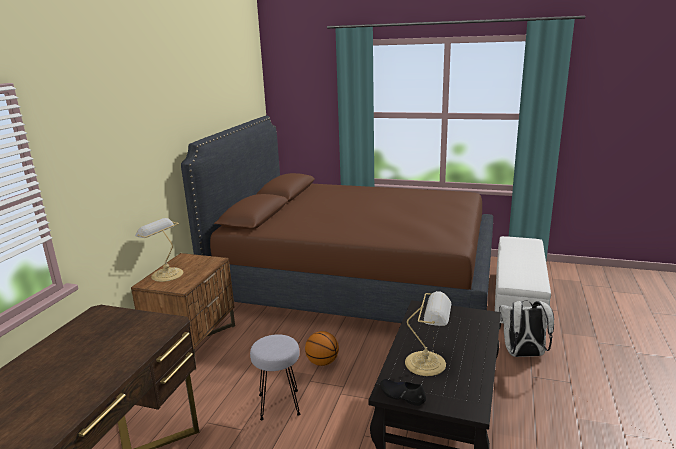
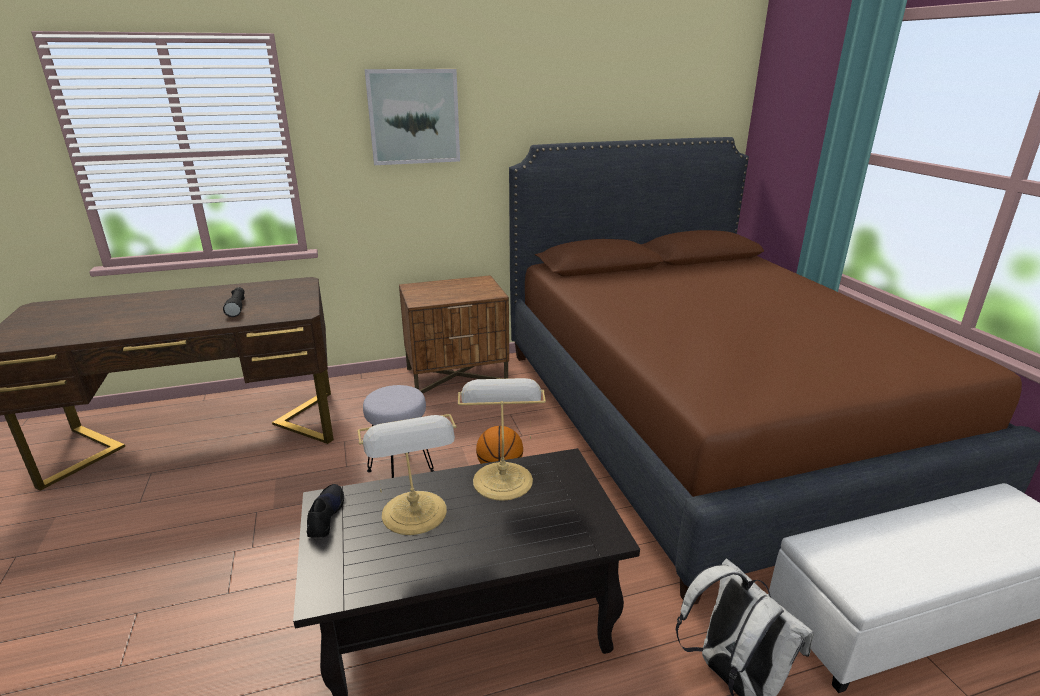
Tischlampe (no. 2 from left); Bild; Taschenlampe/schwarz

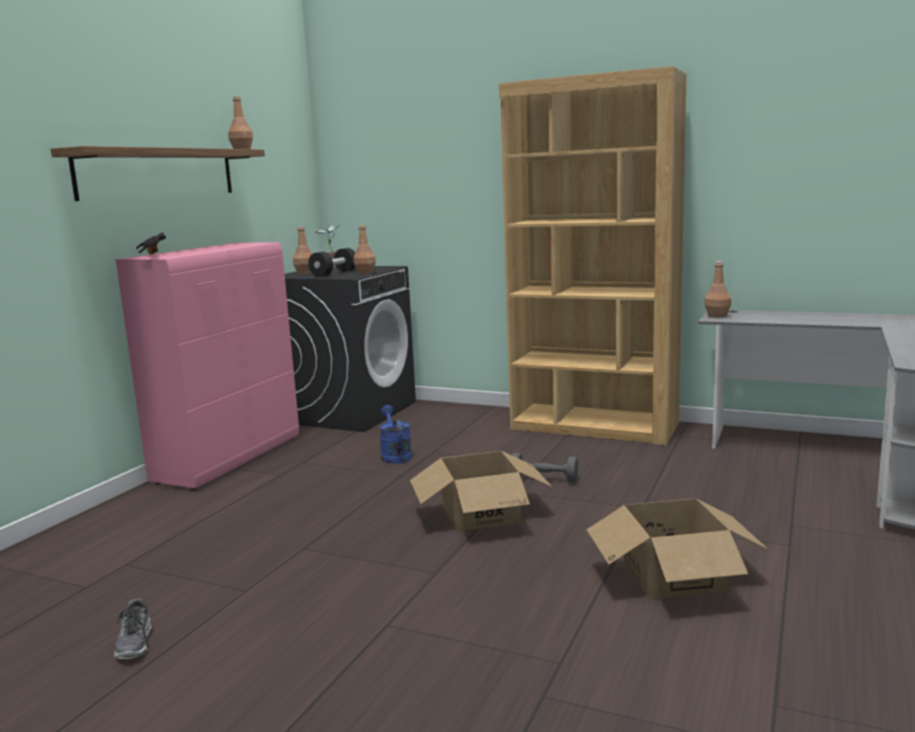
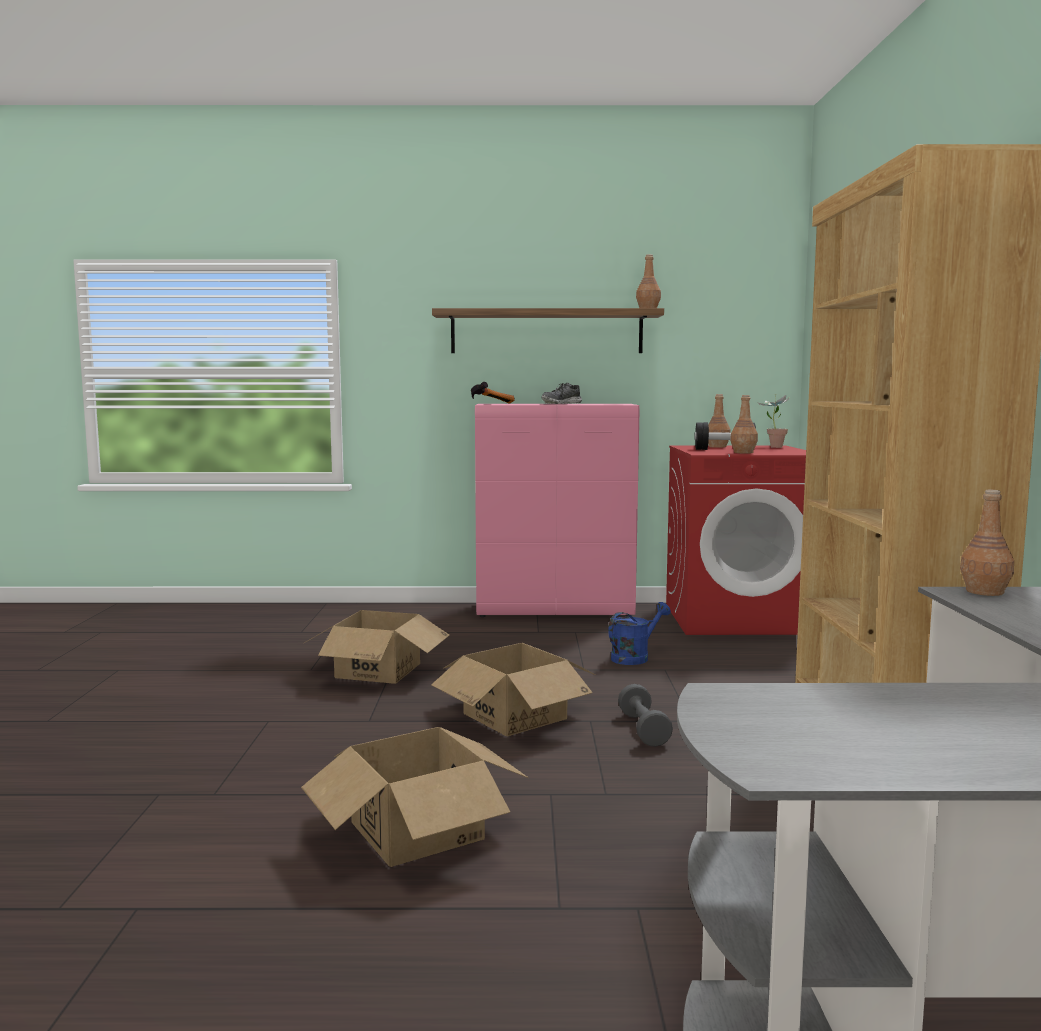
Waschmaschine/rot; Schuh; Karton (no. 1 from left)

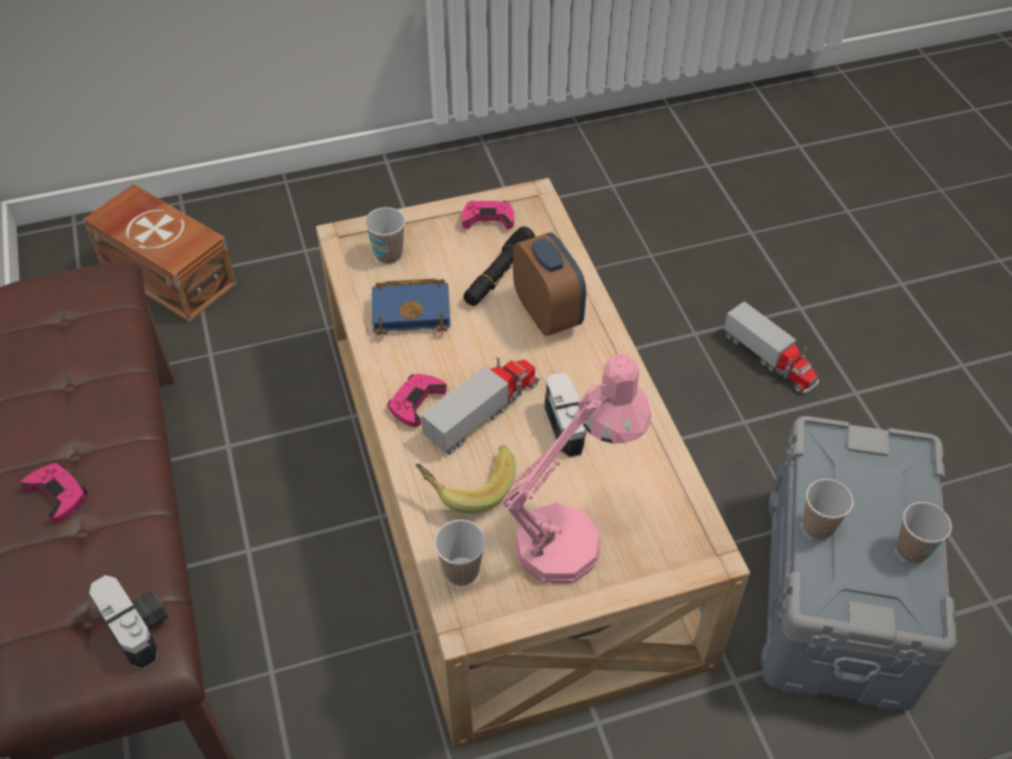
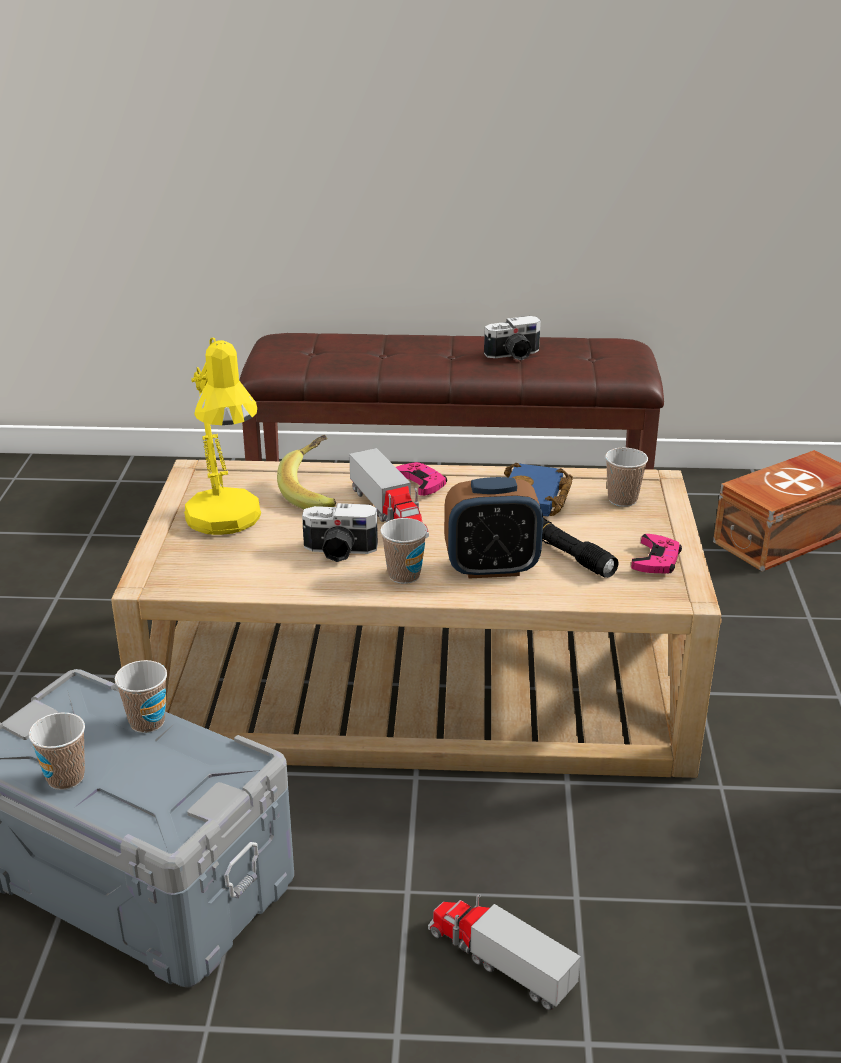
Spielzeuglaster (no. 2 from left); Tischlampe/gelb; Gamepad/rosa (no. 1 from left in the first image); Tasse (no. 3 from left); Kamera (no. 2 from left)

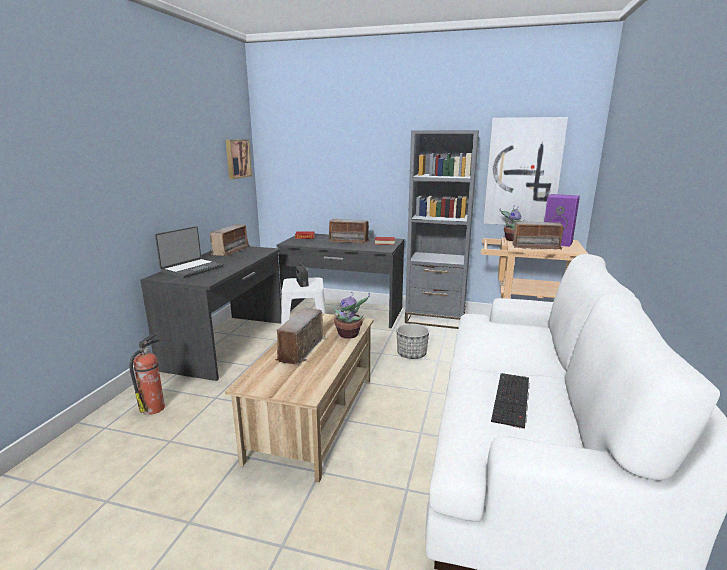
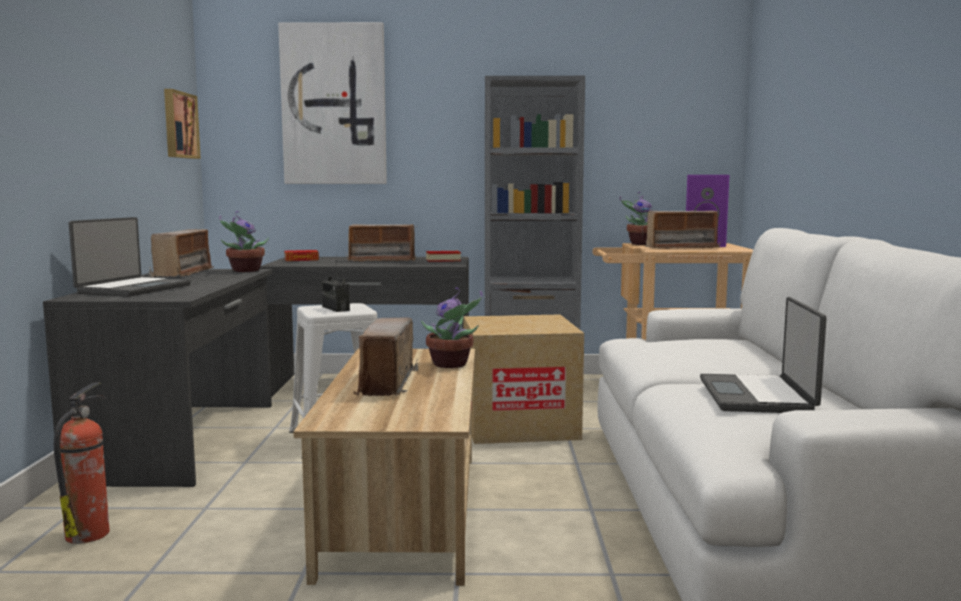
Bild (no. 2 from left); Karton; Laptop (no. 2 from left); Topfpflanze (no. 1 from left)

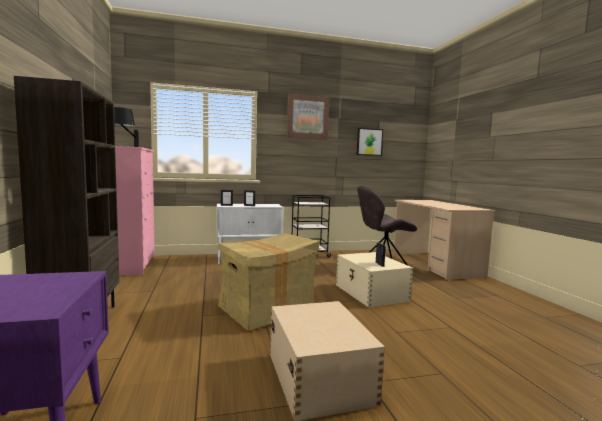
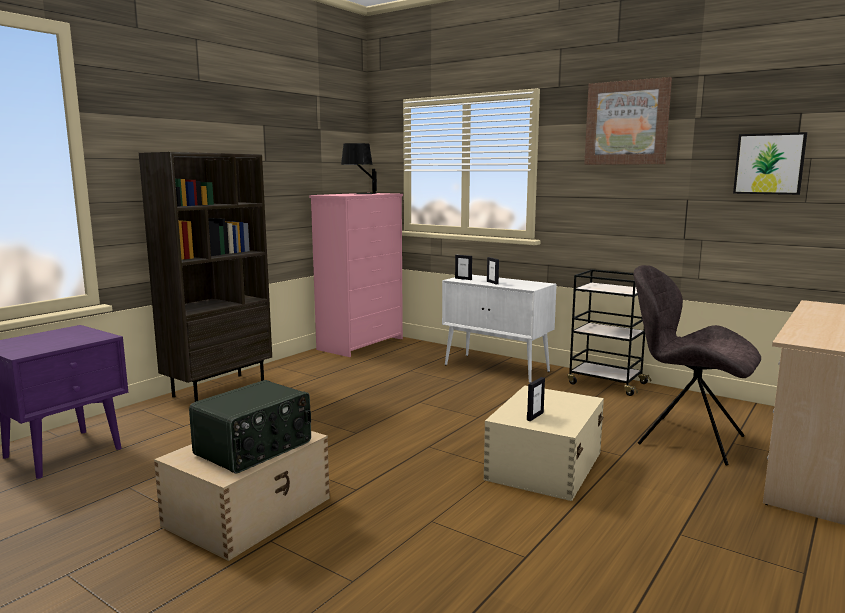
Karton; Radio

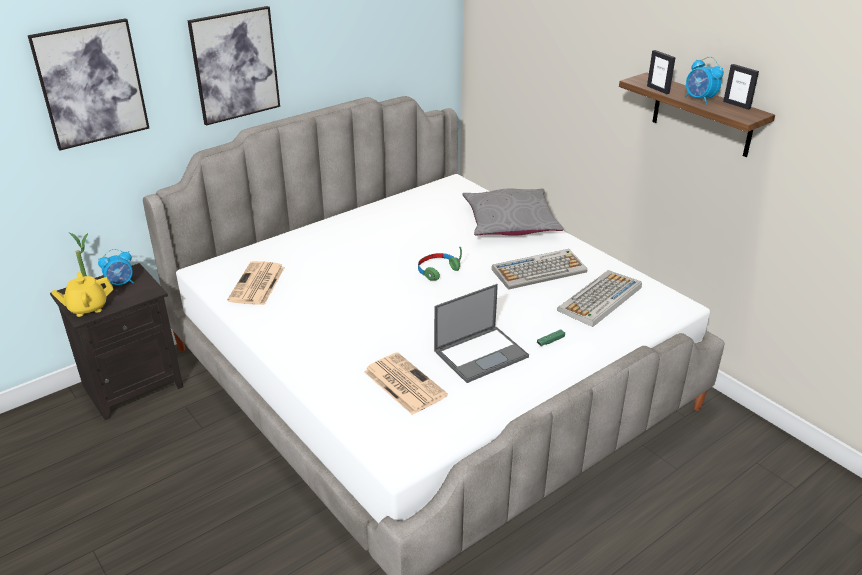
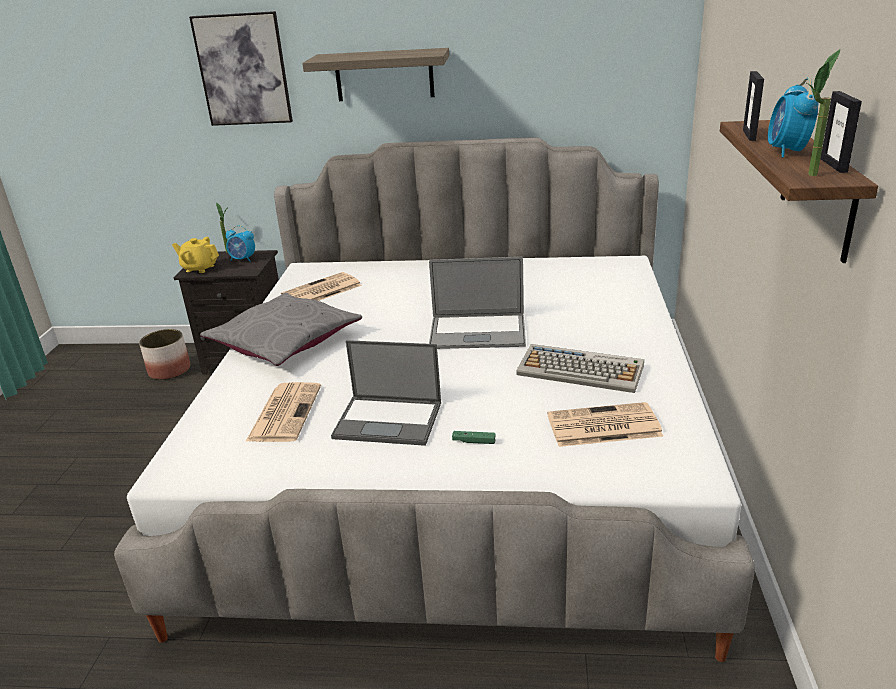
Wandregal (no. 1 from left); Kissen/grau; Laptop (no. 2 from left); Zeitung (no. 3 from left); Topfpflanze (no. 2 from left); Pflanzkübel

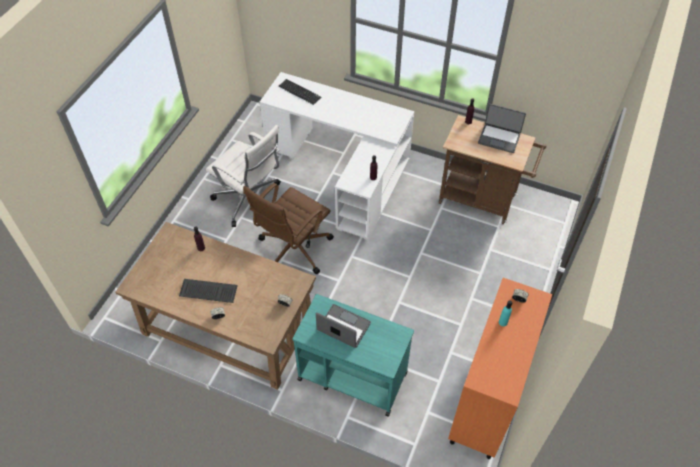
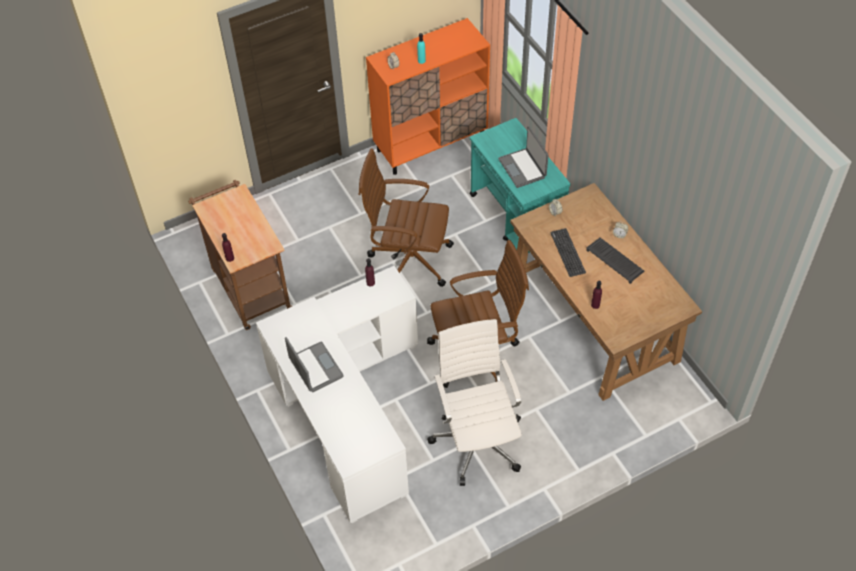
Tastatur (no. 1 from left); Laptop (no. 1 from left); Bürostuhl/braun (no. 1 from left)

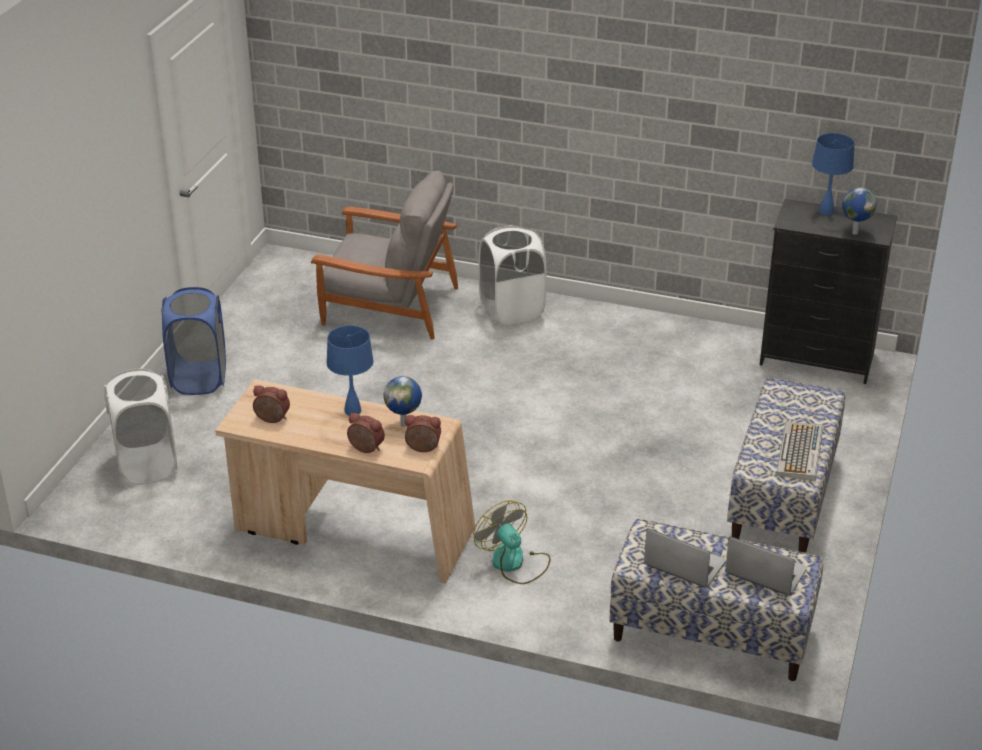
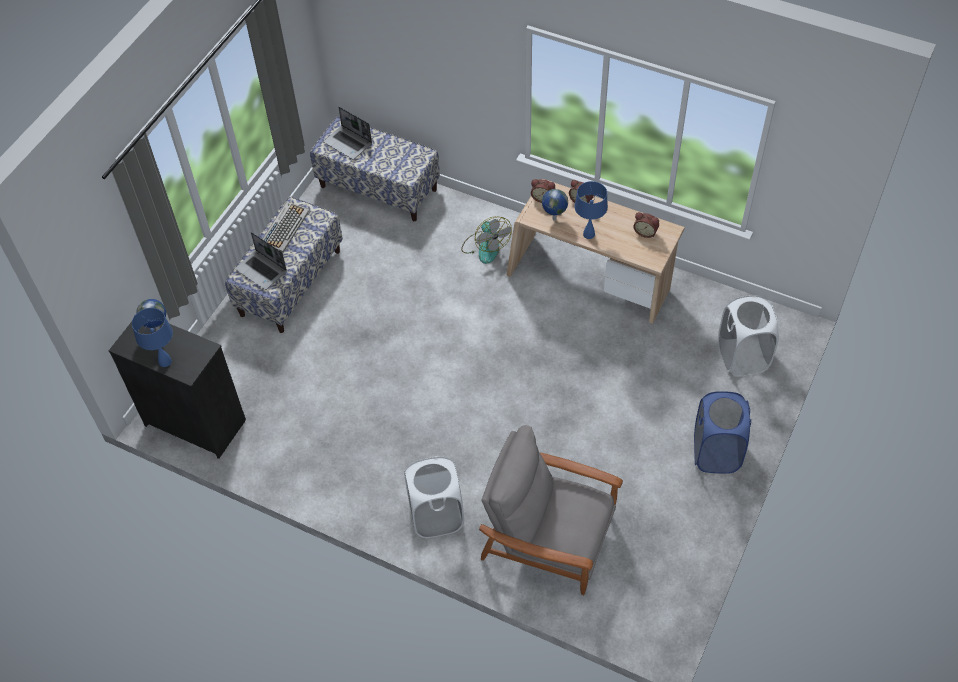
Laptop (no. 1 from left)

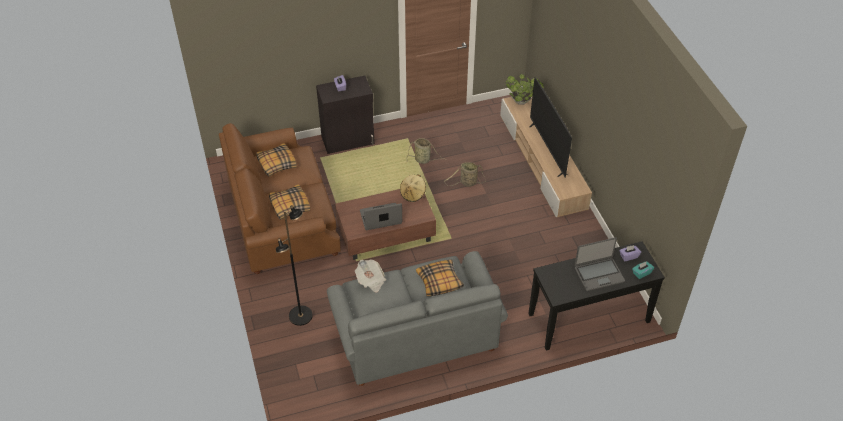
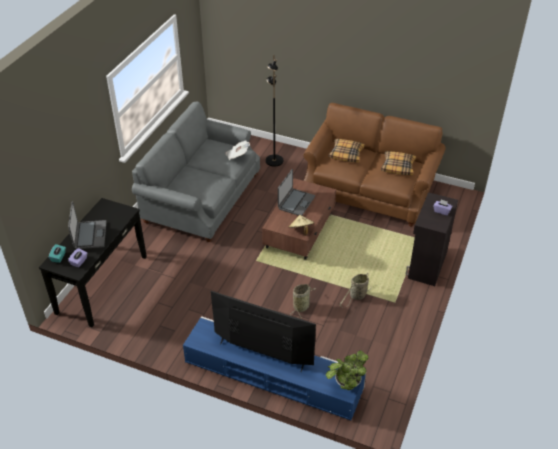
Fernsehschrank/blau; Laptop (no. 1 from left); Kissen (no. 3 from left in the first image)

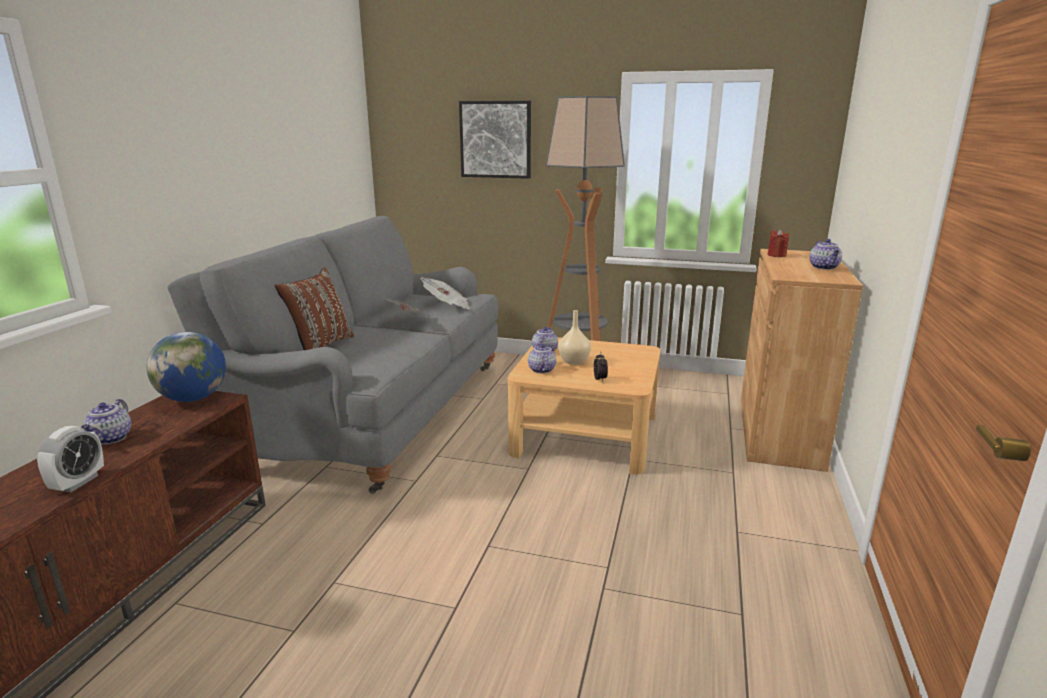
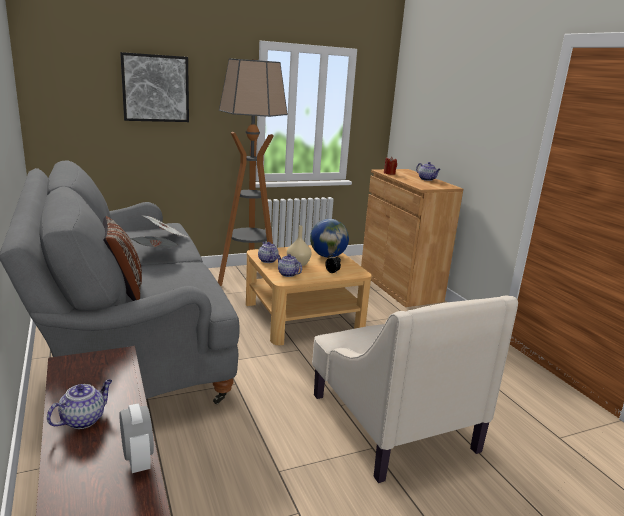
Globus; Teekanne (no. 1 from left); Sessel/beige

